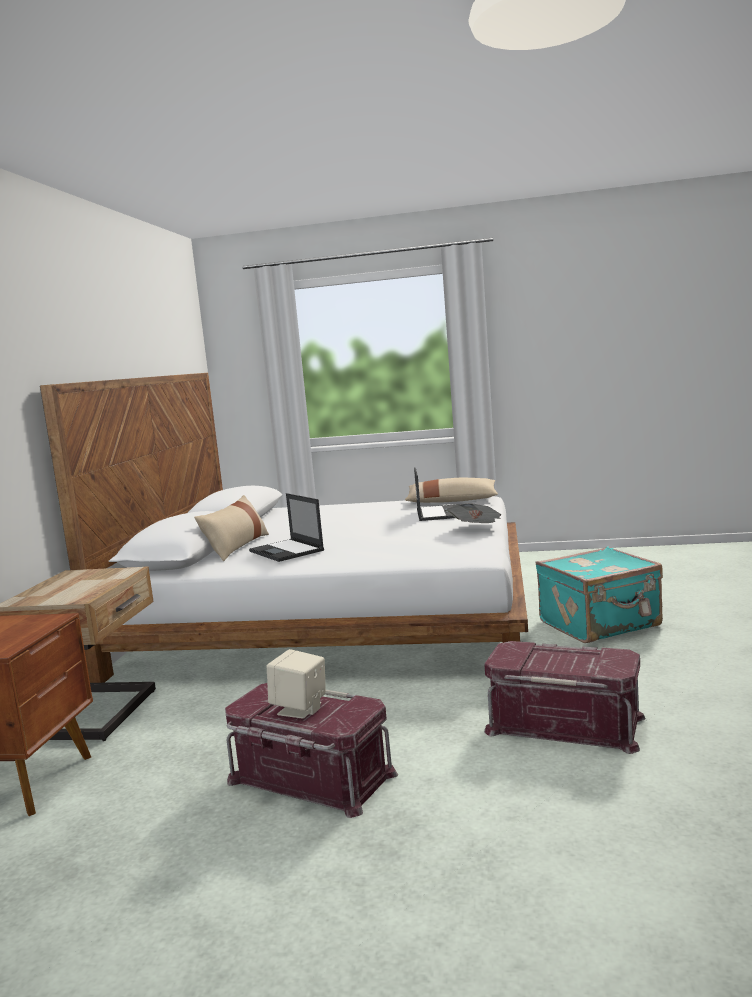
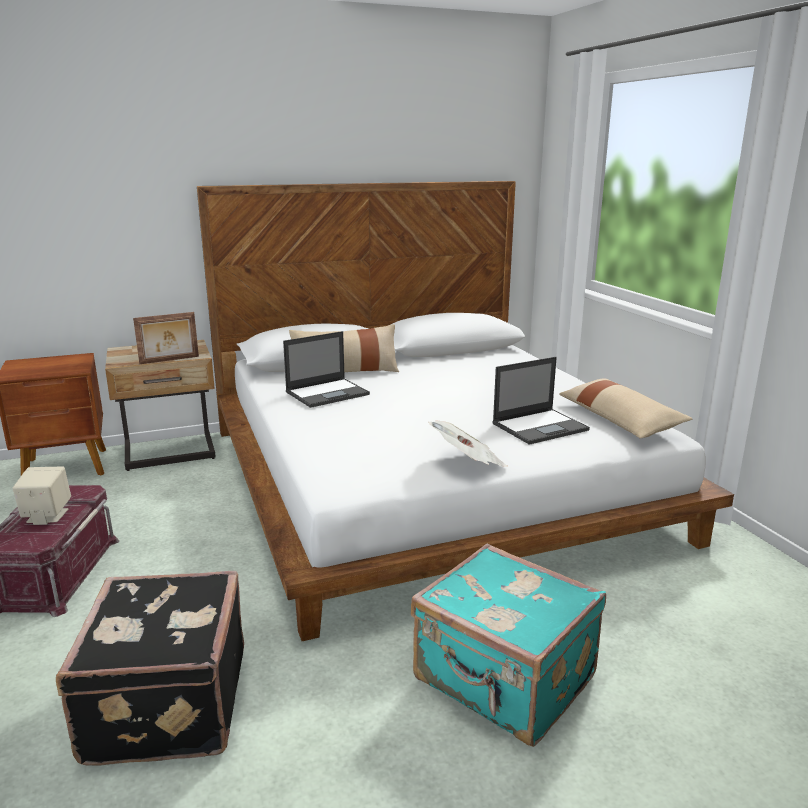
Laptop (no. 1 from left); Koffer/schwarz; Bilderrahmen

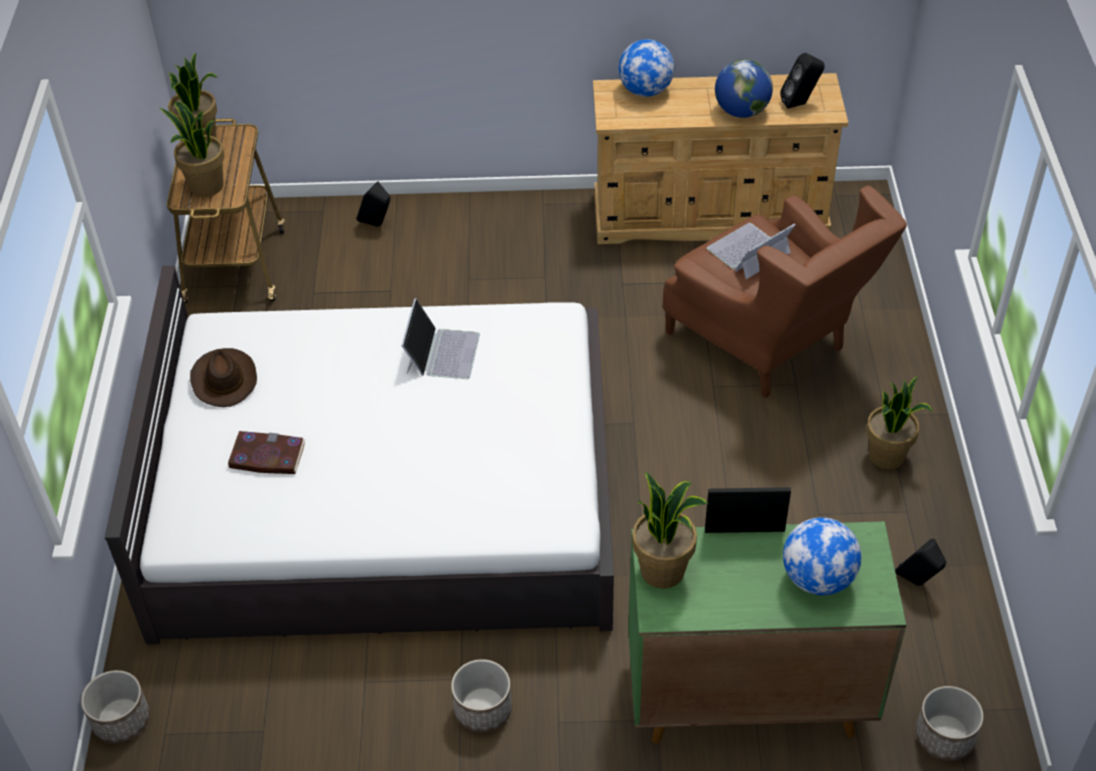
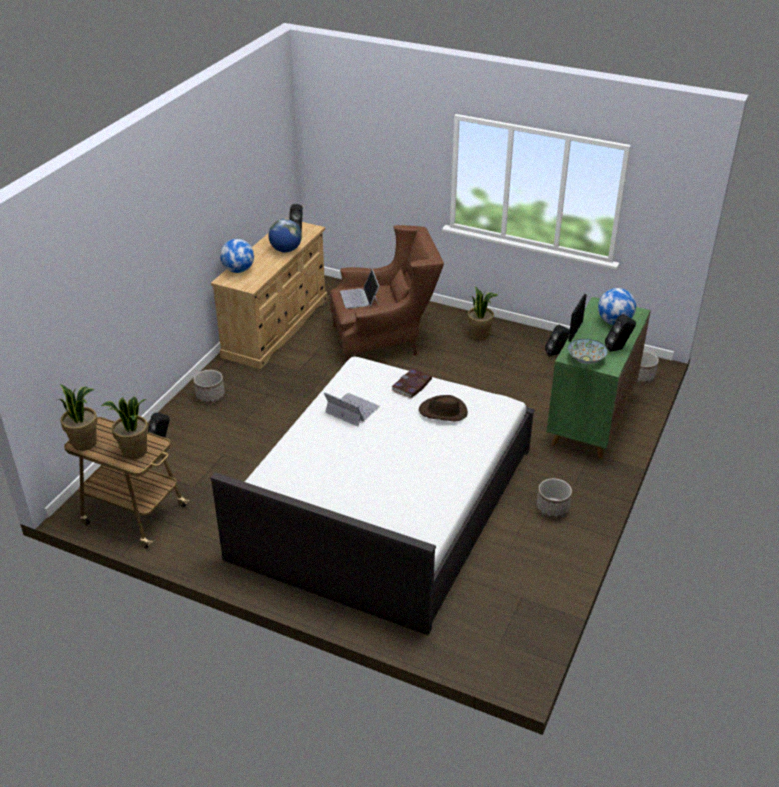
Hut/braun; Buch; Schüssel; Pflanzkübel (no. 1 from left); Lautsprecher/schwarz (no. 4 from left)

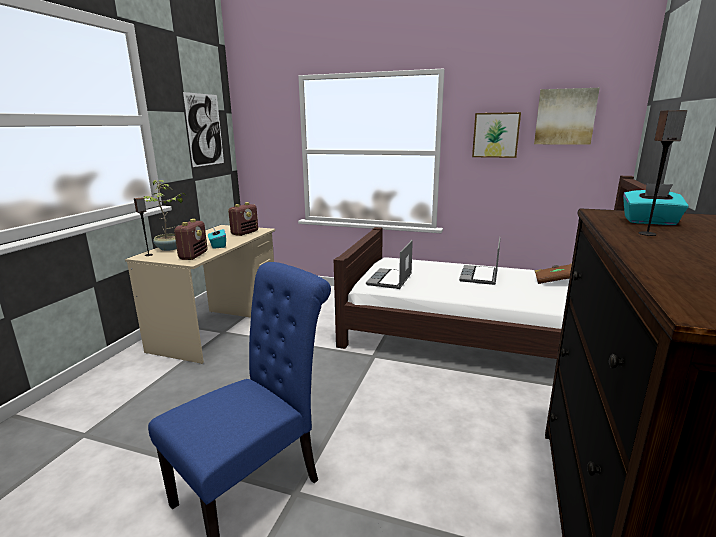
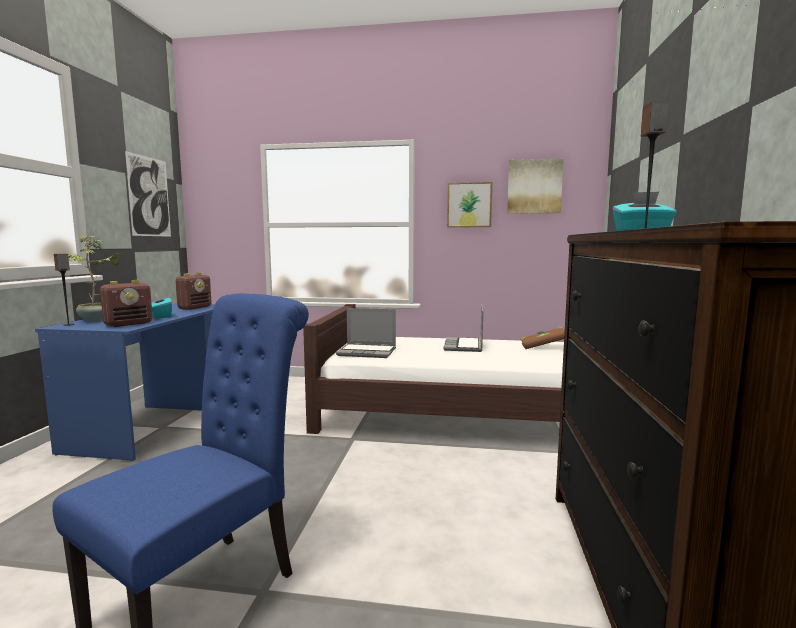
Radio (no. 1 from left); Schreibtisch/blau; Laptop (no. 1 from left)

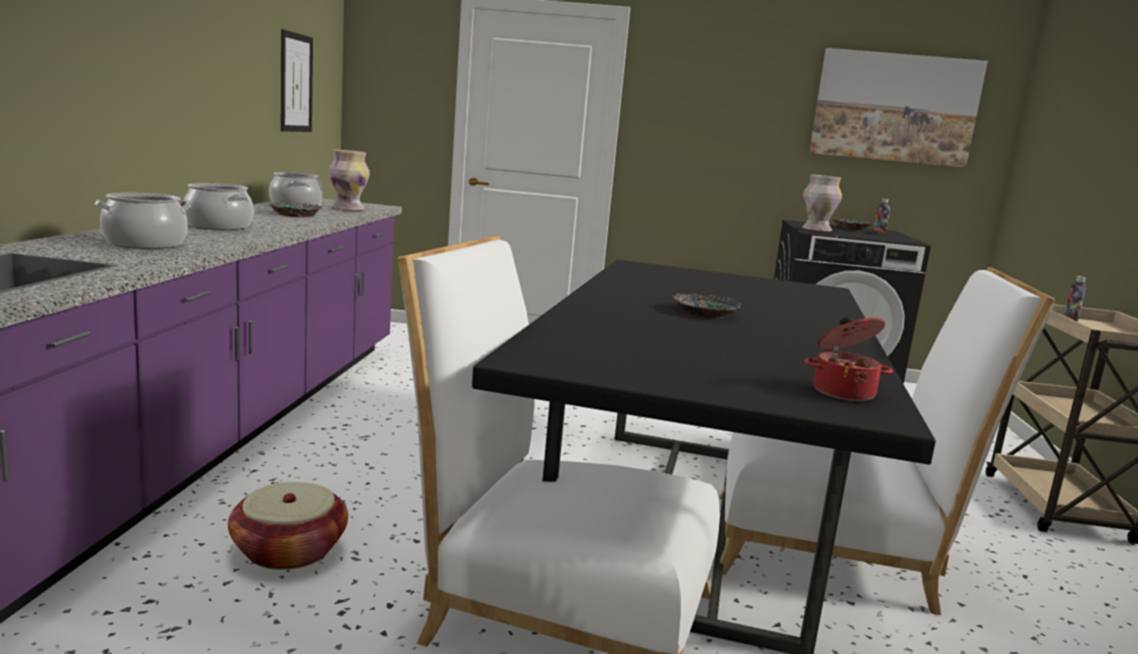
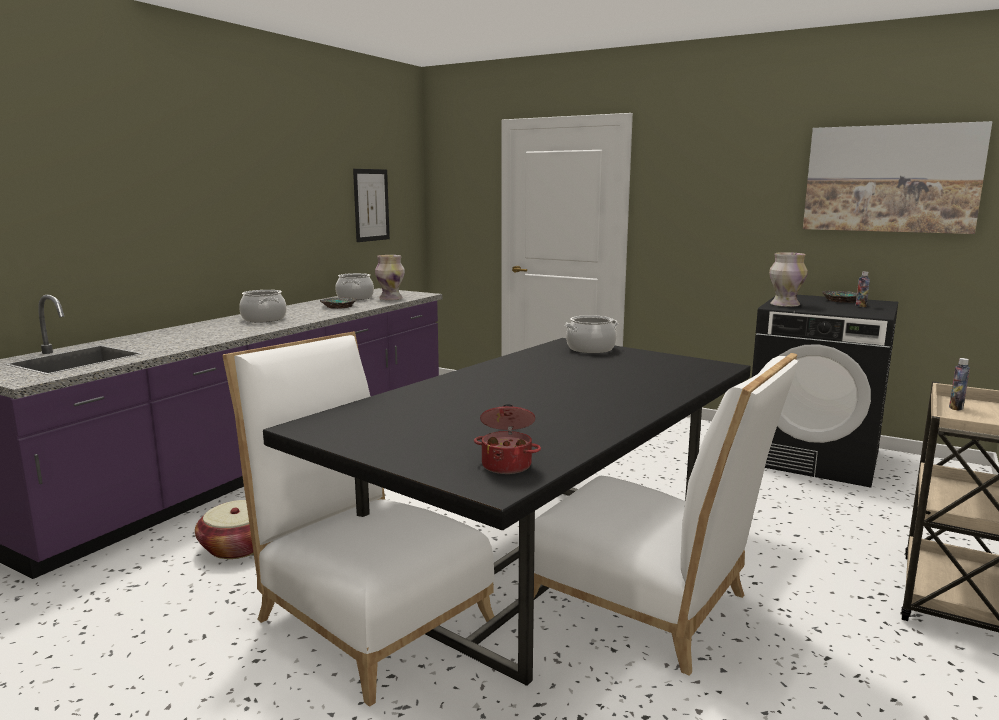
Kochtopf (no. 4 from left); Schüssel (no. 2 from left in the first image)

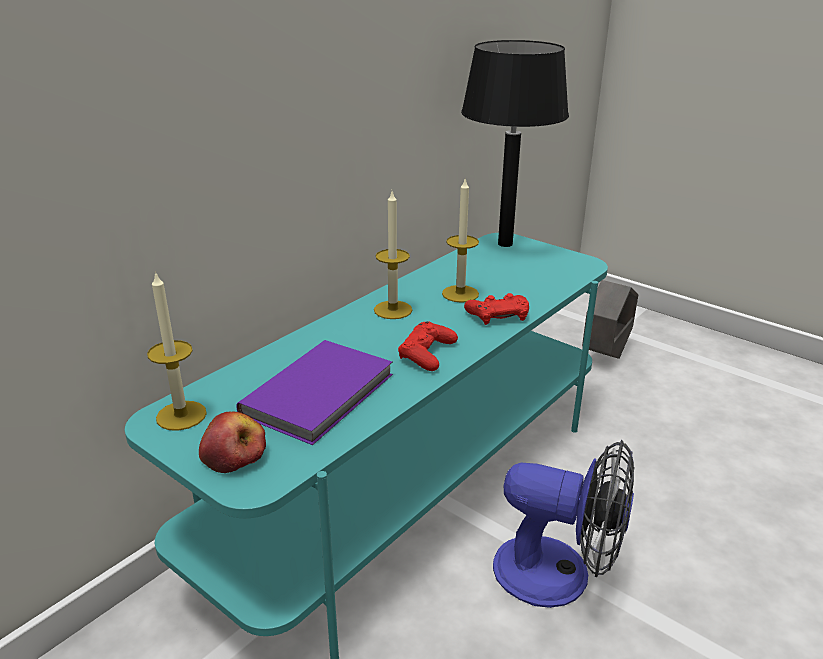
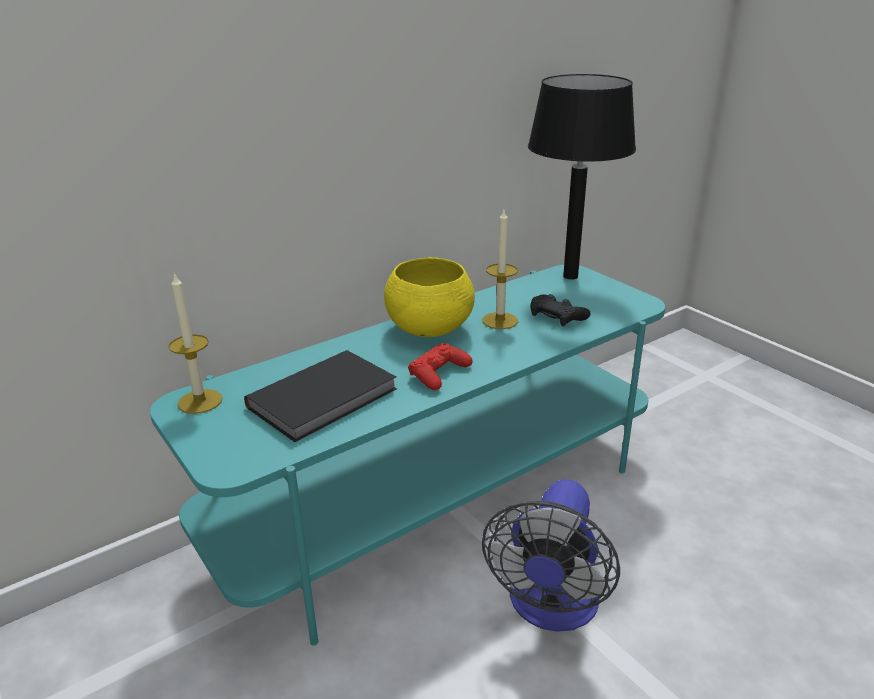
Schüssel/gelb; Pflanzkübel/grau; Gamepad/rot (no. 2 from left in the first image); Buch/schwarz; Apfel; Ventilator; Gamepad/schwarz

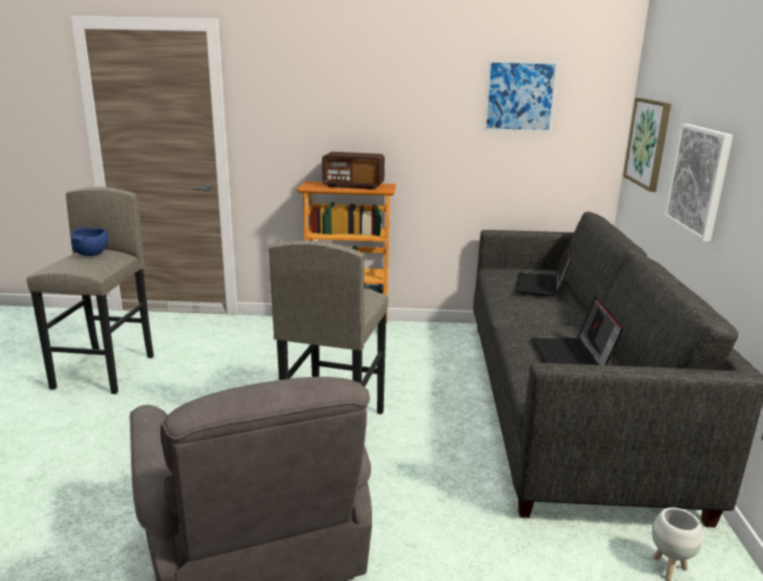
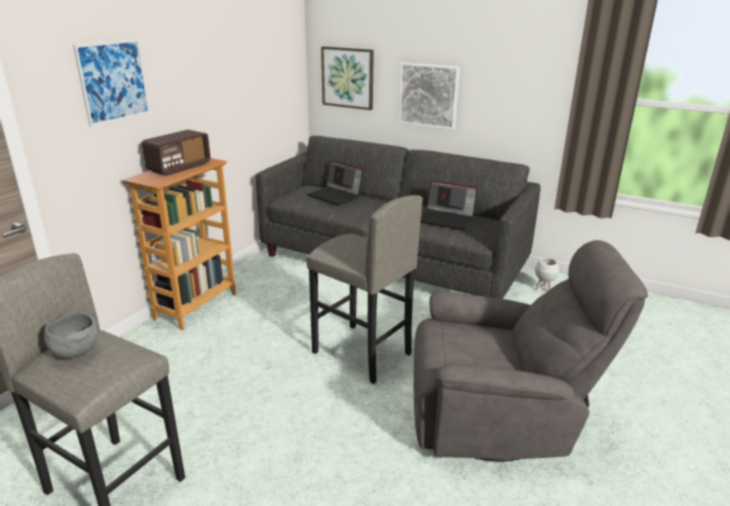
Bild (no. 1 from left); Schüssel/grau

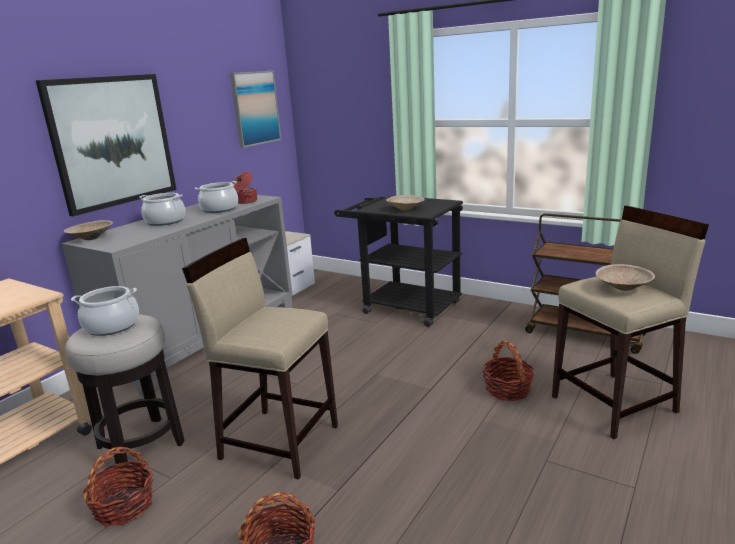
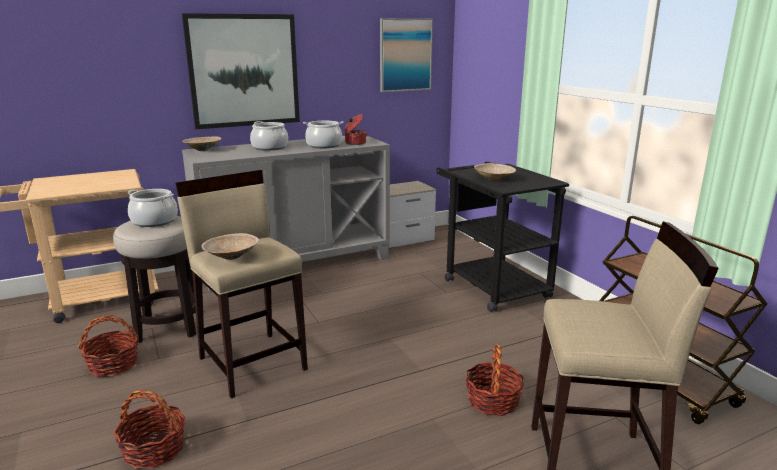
Schüssel/beige (no. 2 from left)

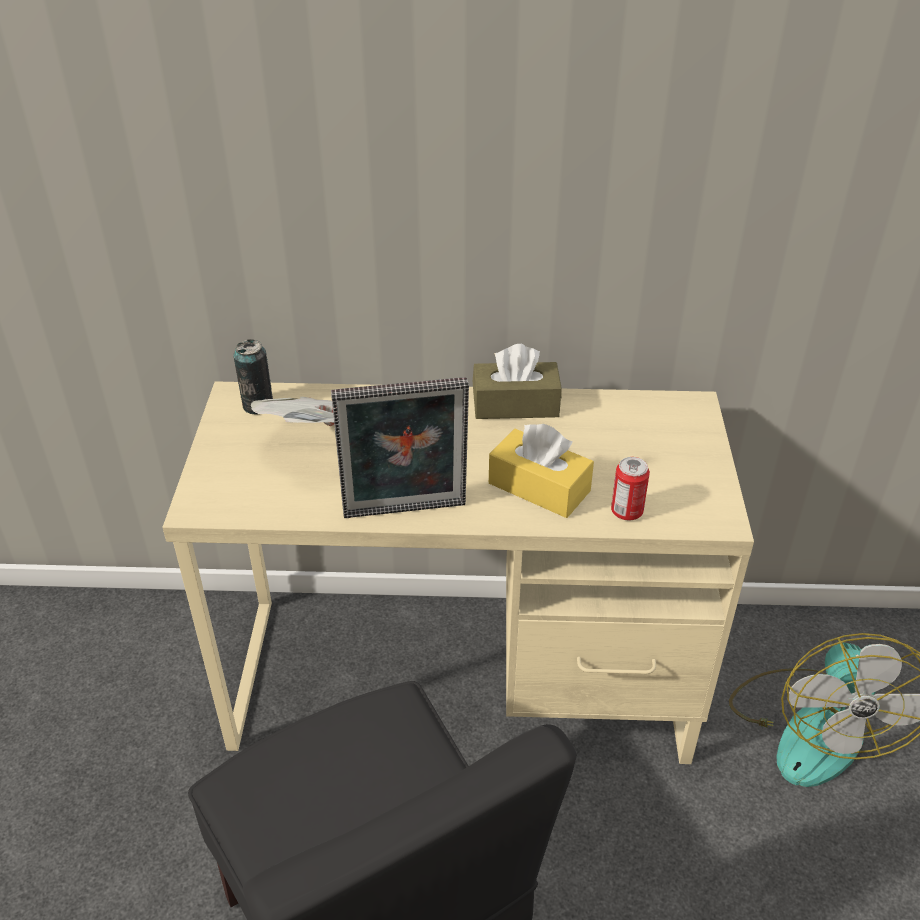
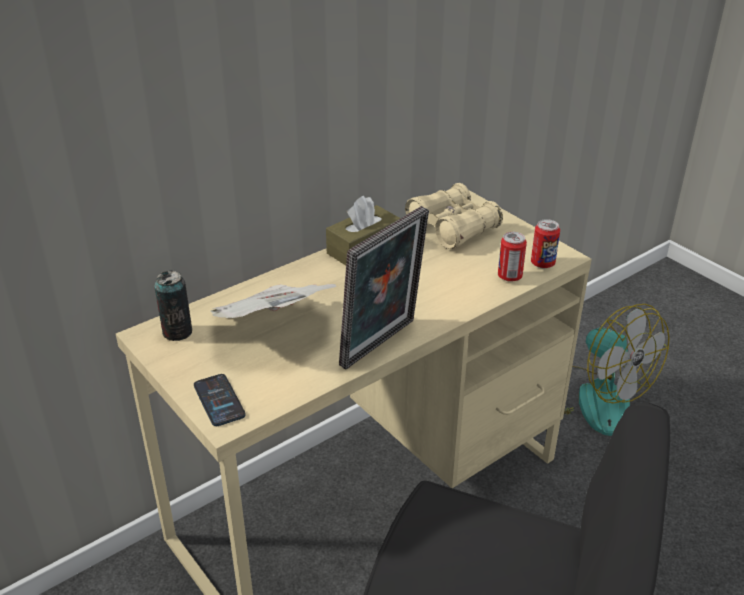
Taschentuchbox/gelb; Fernglas/beige; Dose (no. 3 from left); Handy

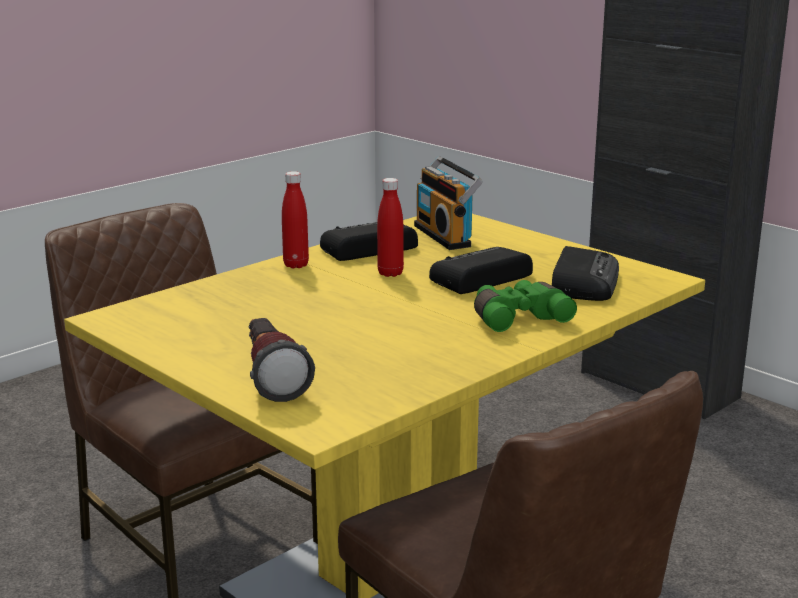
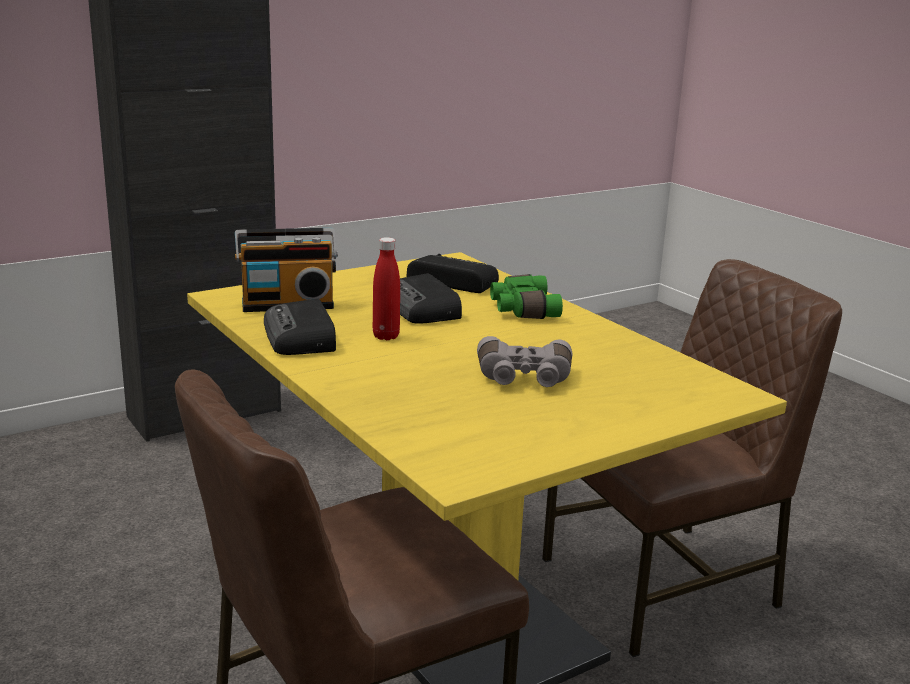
Flasche/rot (no. 1 from left in the first image); Taschenlampe; Fernglas/grau

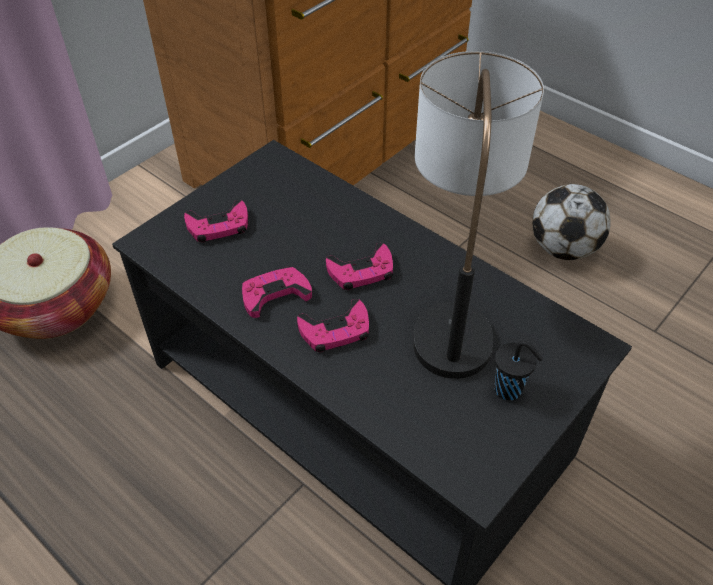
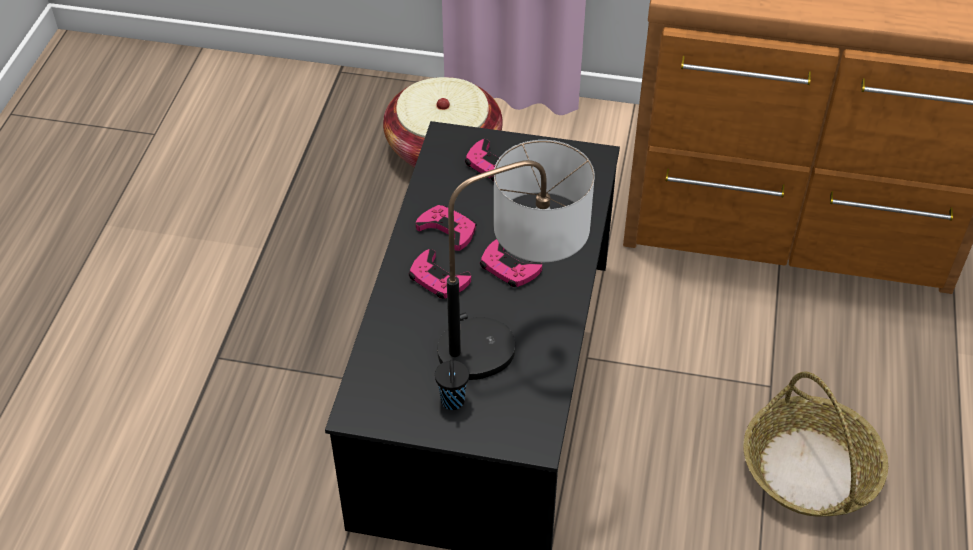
Korb (no. 2 from left)

